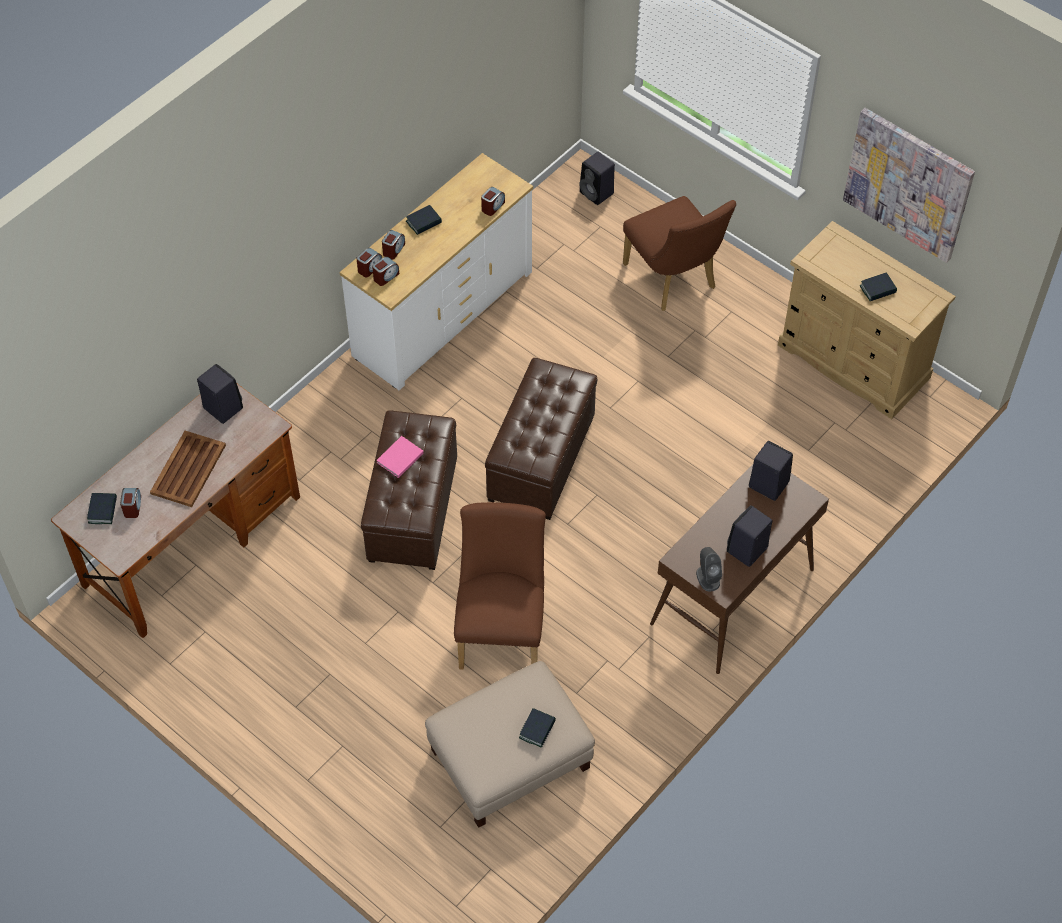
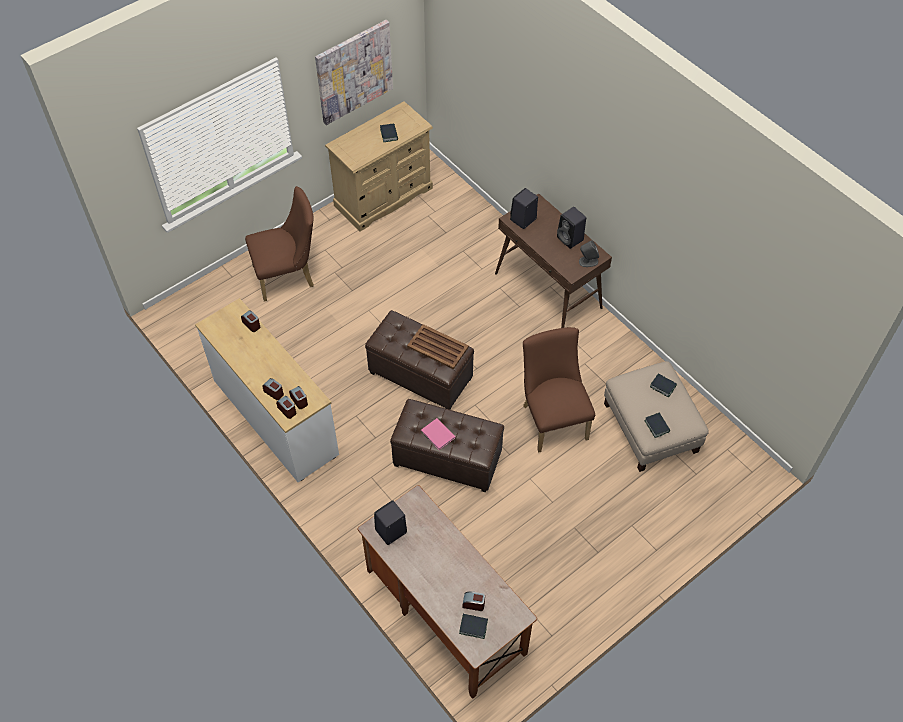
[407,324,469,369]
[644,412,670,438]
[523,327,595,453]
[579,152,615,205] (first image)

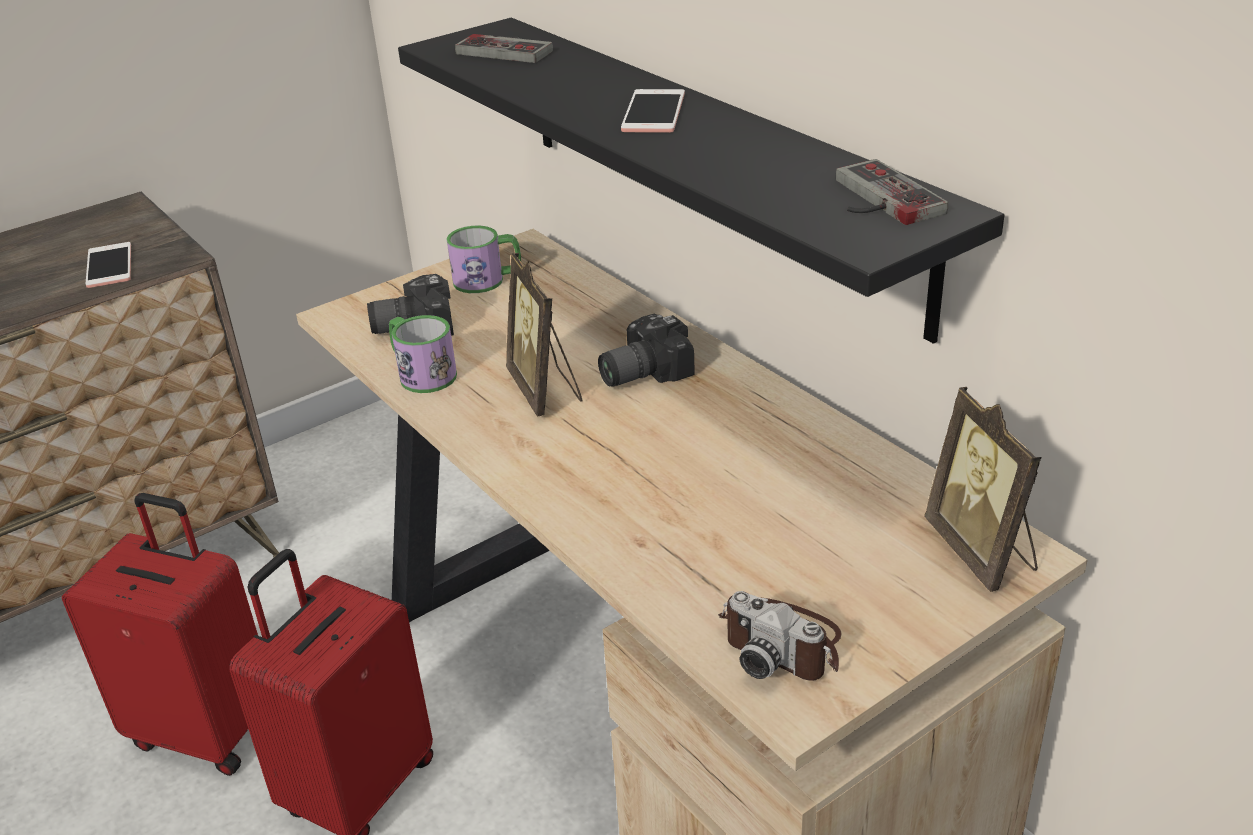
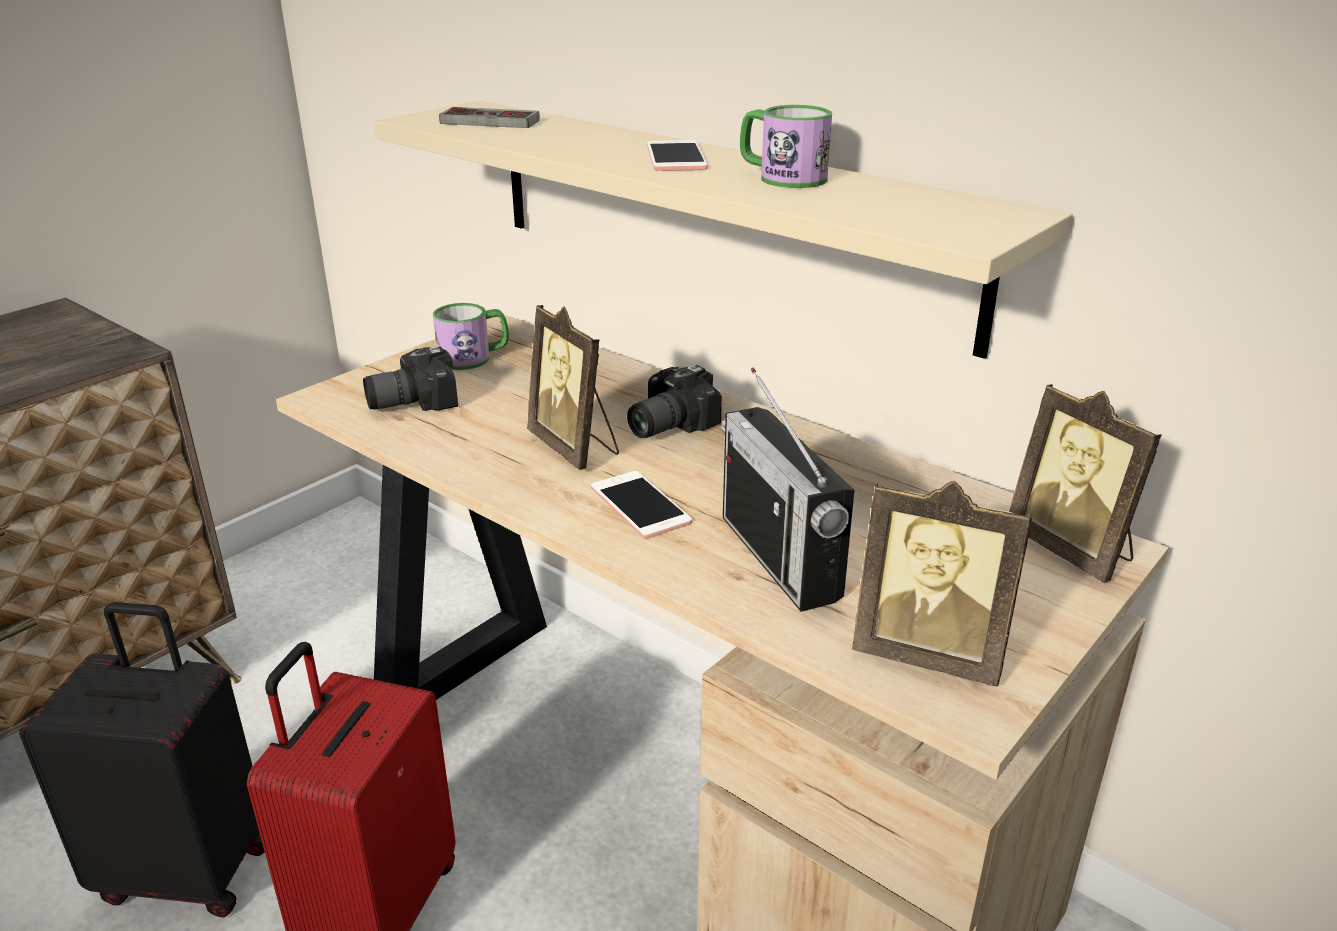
[19,602,265,917]
[591,471,692,539]
[740,105,832,188]
[374,100,1073,359]
[852,481,1033,687]
[836,159,948,225] (first image)
[721,368,854,612]

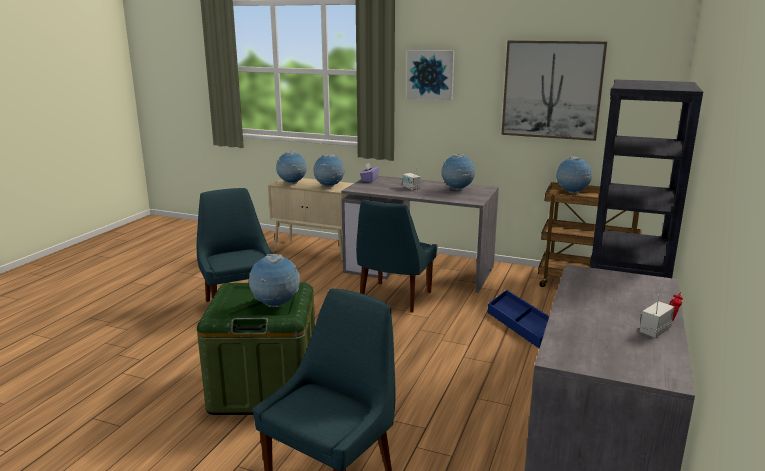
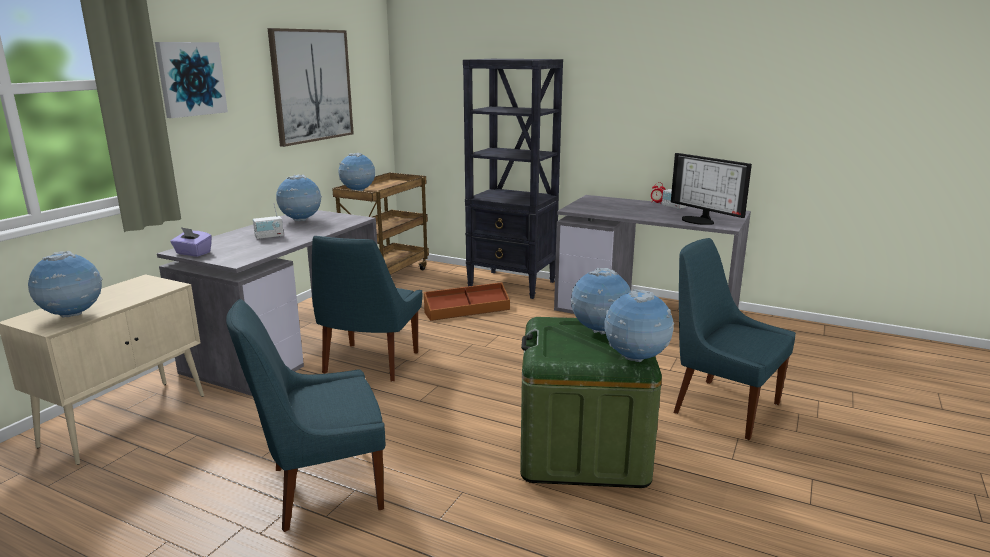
[604,289,674,362]
[312,236,422,382]
[424,282,510,321]
[671,153,752,225]

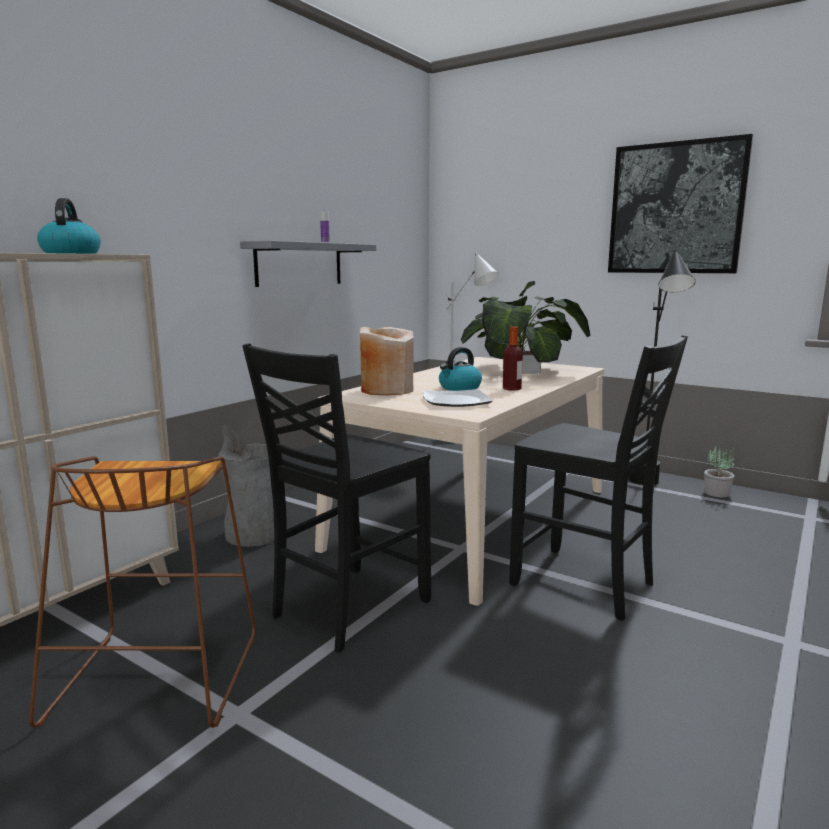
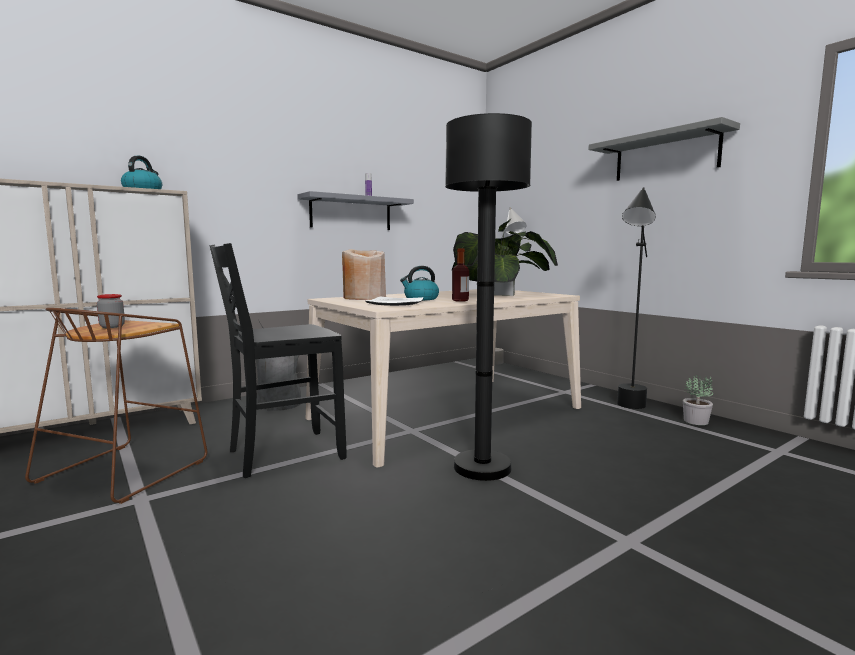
[445,113,532,481]
[588,117,740,181]
[97,294,125,328]

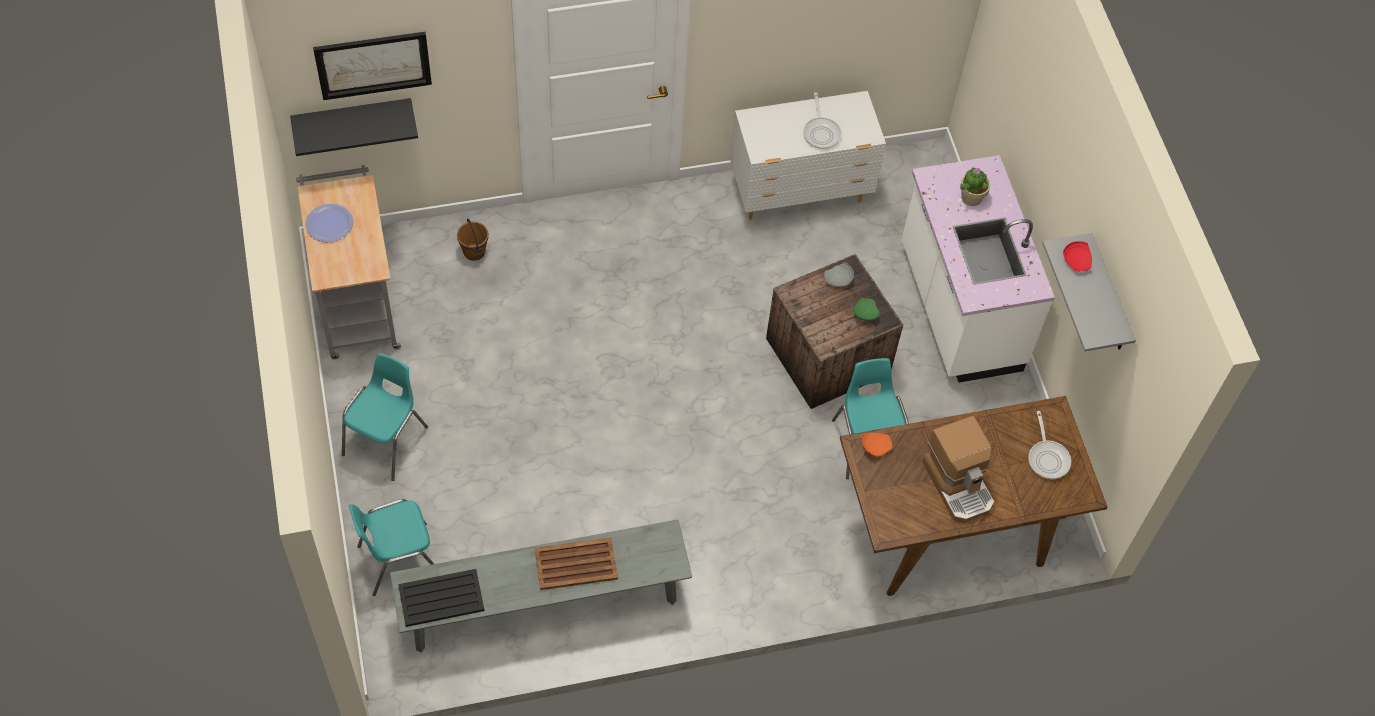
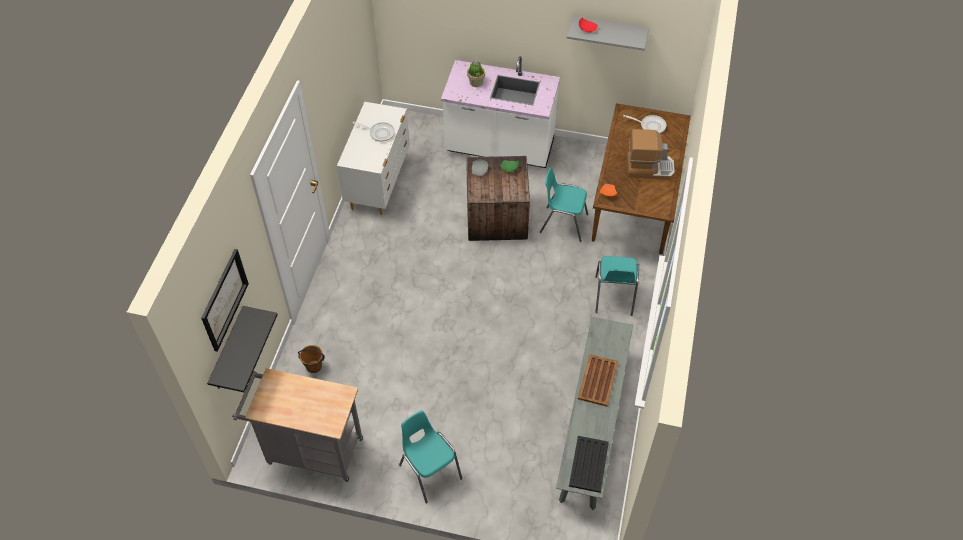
[305,203,353,242] (first image)
[595,256,639,316]

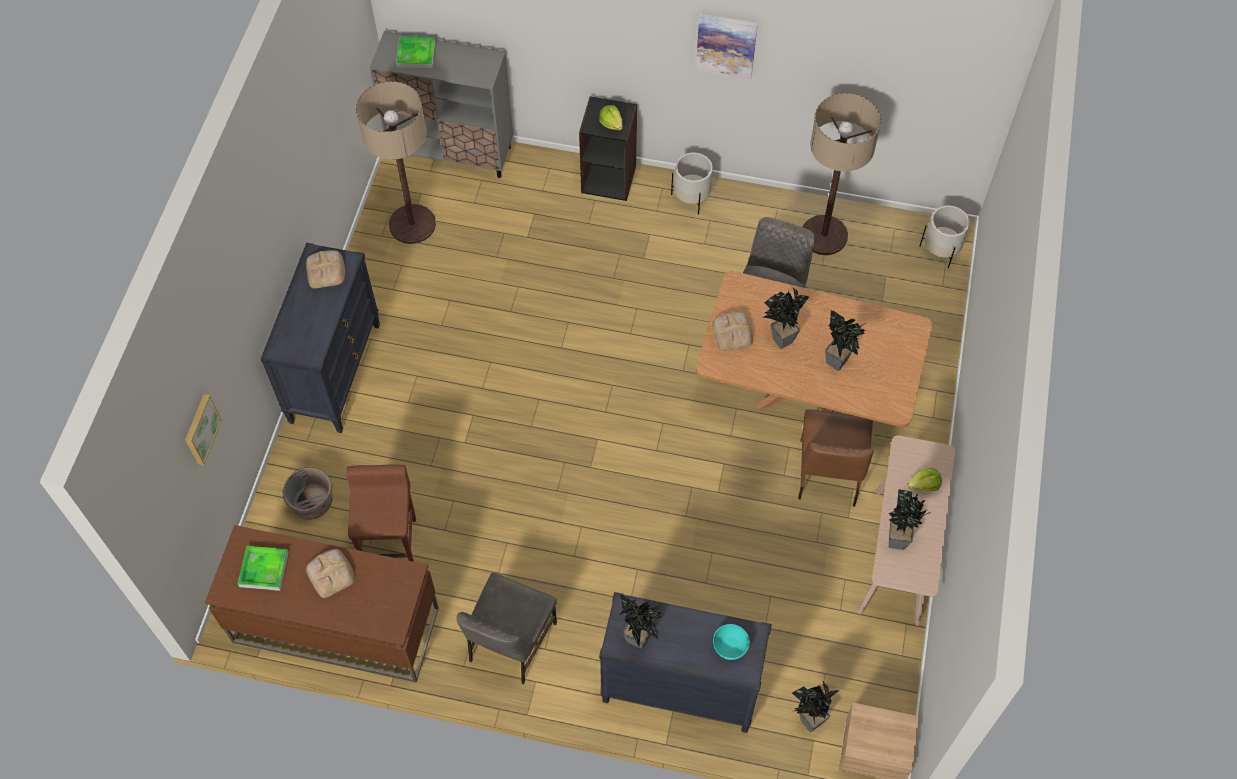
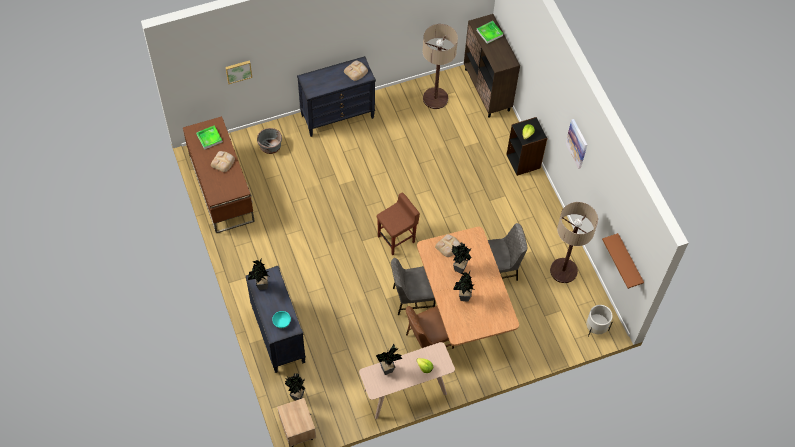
[377,192,420,256]
[464,14,520,118]
[391,258,436,315]
[671,152,713,215] (first image)
[602,233,644,289]

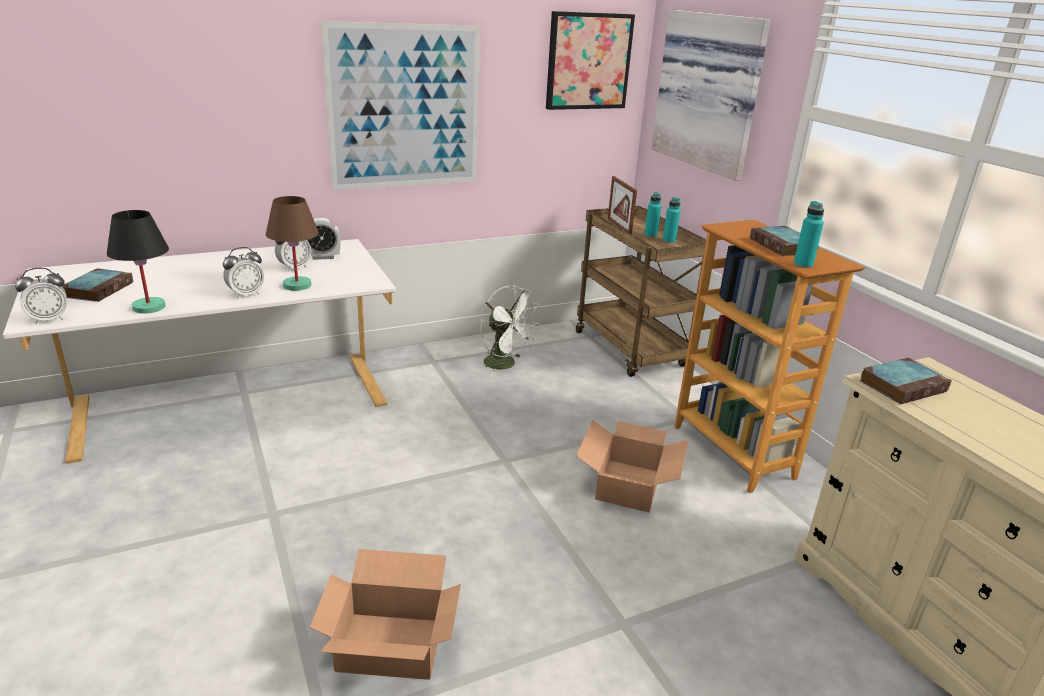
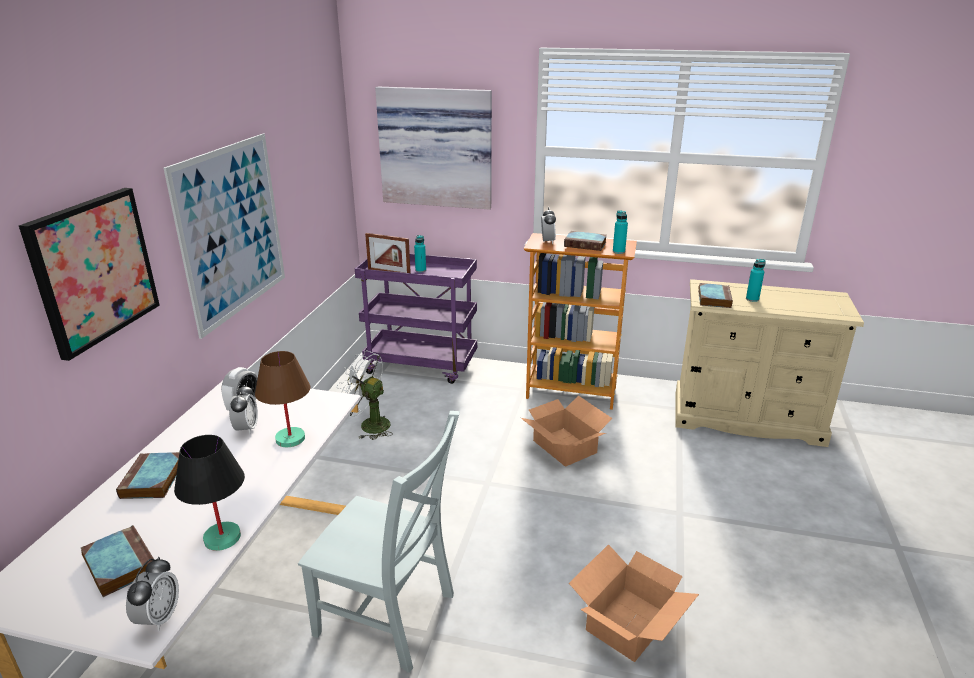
[541,207,556,244]
[337,351,393,440]
[19,188,160,361]
[355,254,477,384]
[746,259,766,302]
[116,452,179,499]
[298,411,460,673]

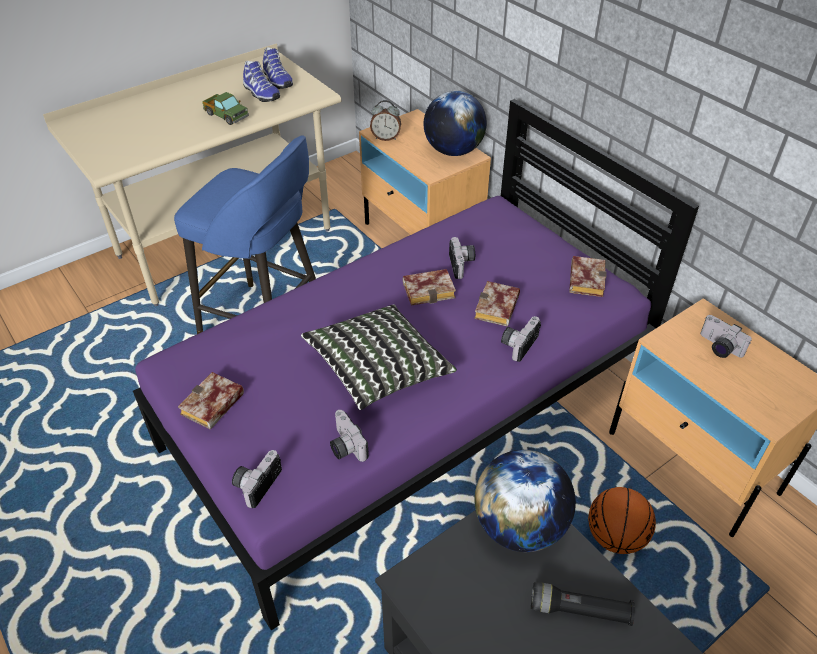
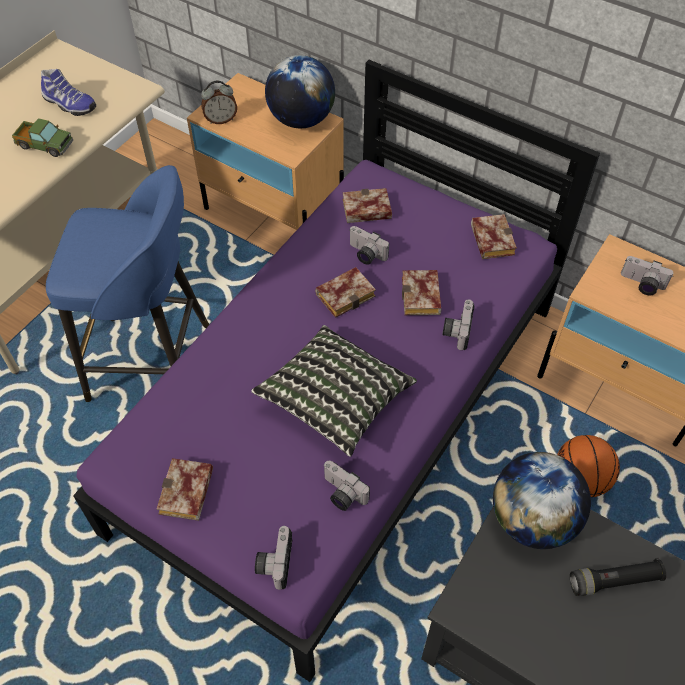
[263,47,293,89] (first image)
[349,226,389,265]
[343,188,392,223]

